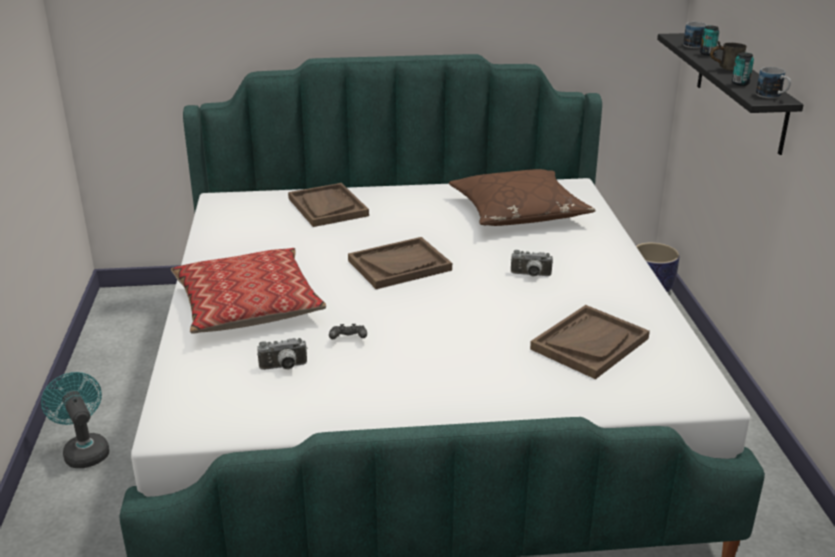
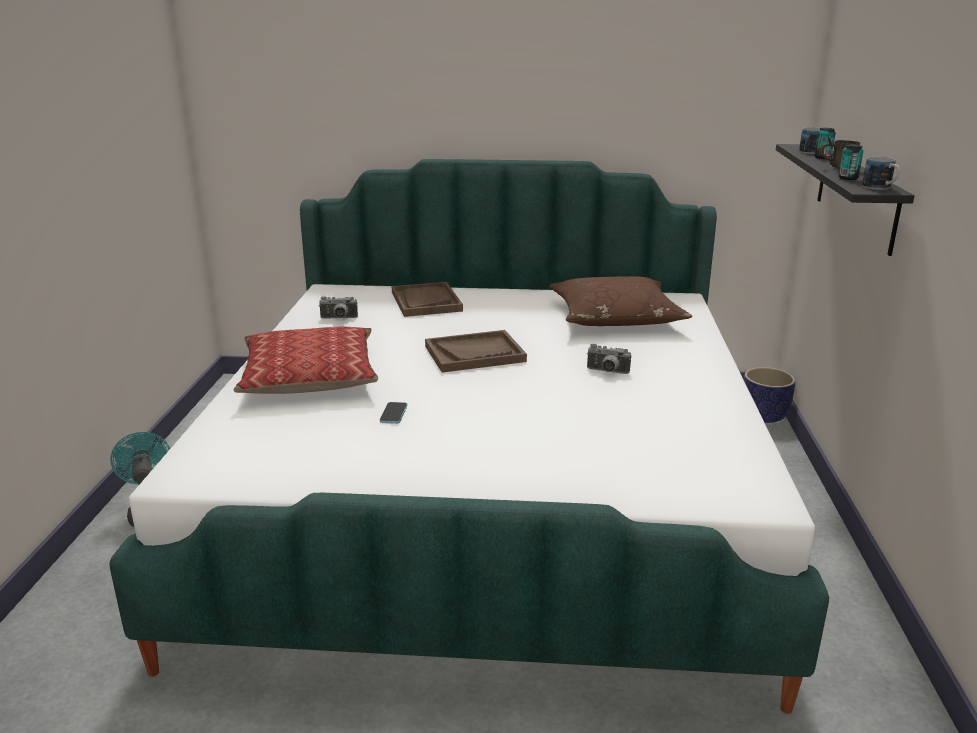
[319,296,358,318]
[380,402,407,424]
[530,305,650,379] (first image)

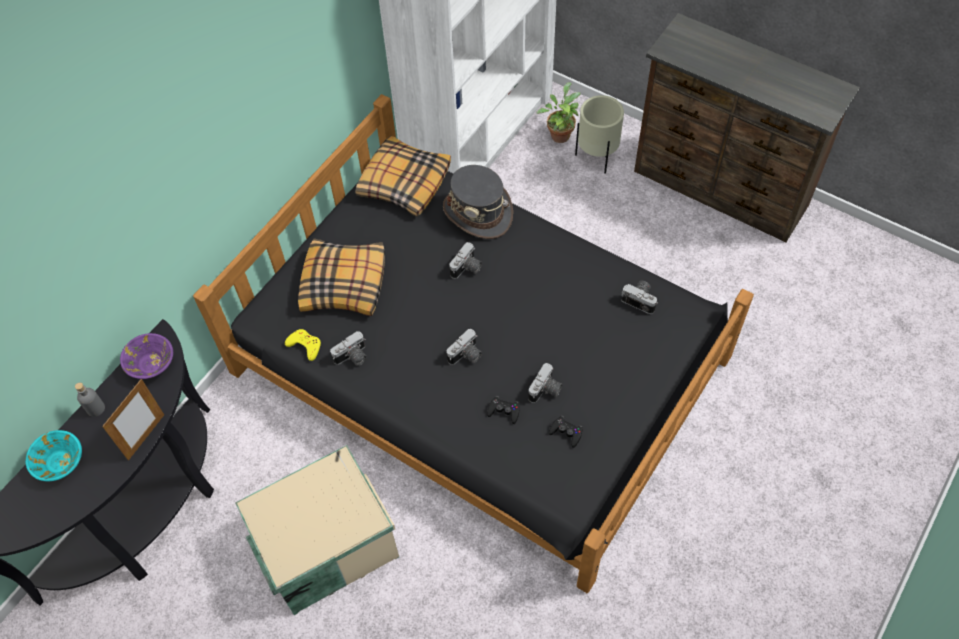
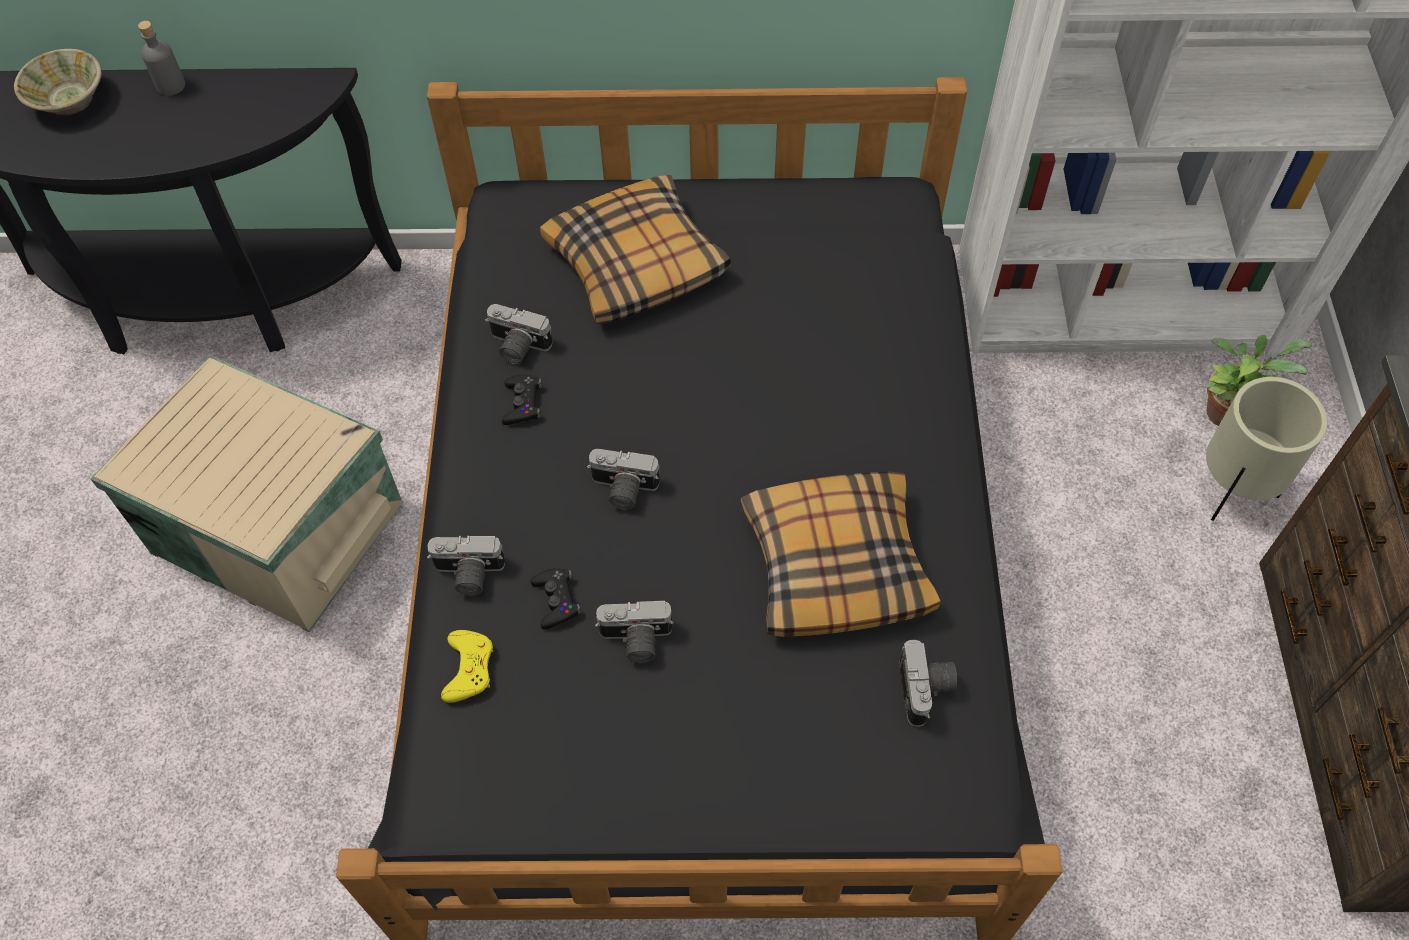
[14,49,102,115]
[102,379,164,461] (first image)
[120,333,173,379] (first image)
[441,630,493,703]
[741,471,940,637]
[443,165,513,239] (first image)
[427,536,505,595]
[502,374,542,425]

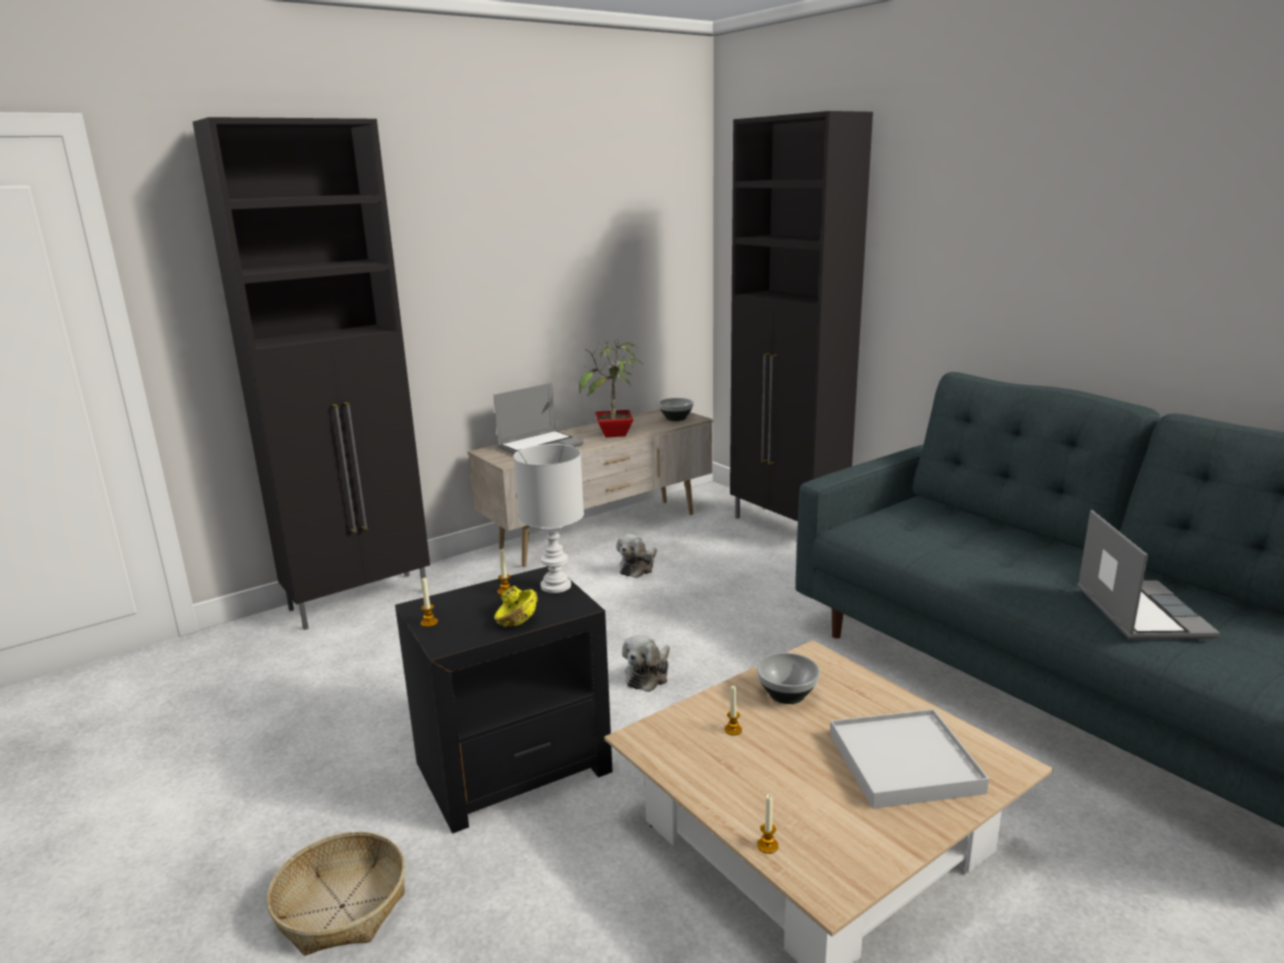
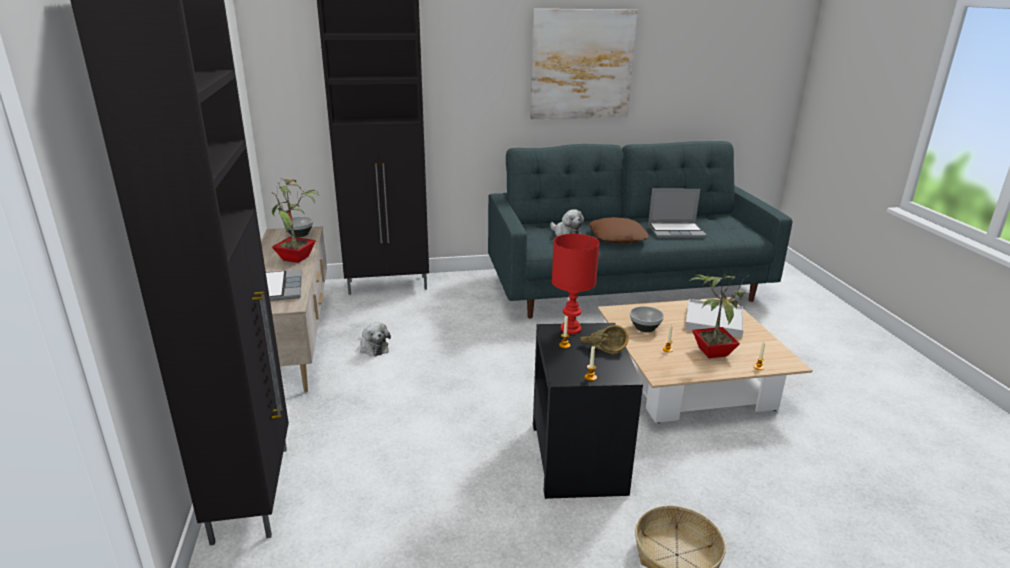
[580,325,629,354]
[552,234,599,334]
[550,210,584,236]
[648,189,707,238]
[530,9,638,119]
[589,217,649,244]
[689,272,750,358]

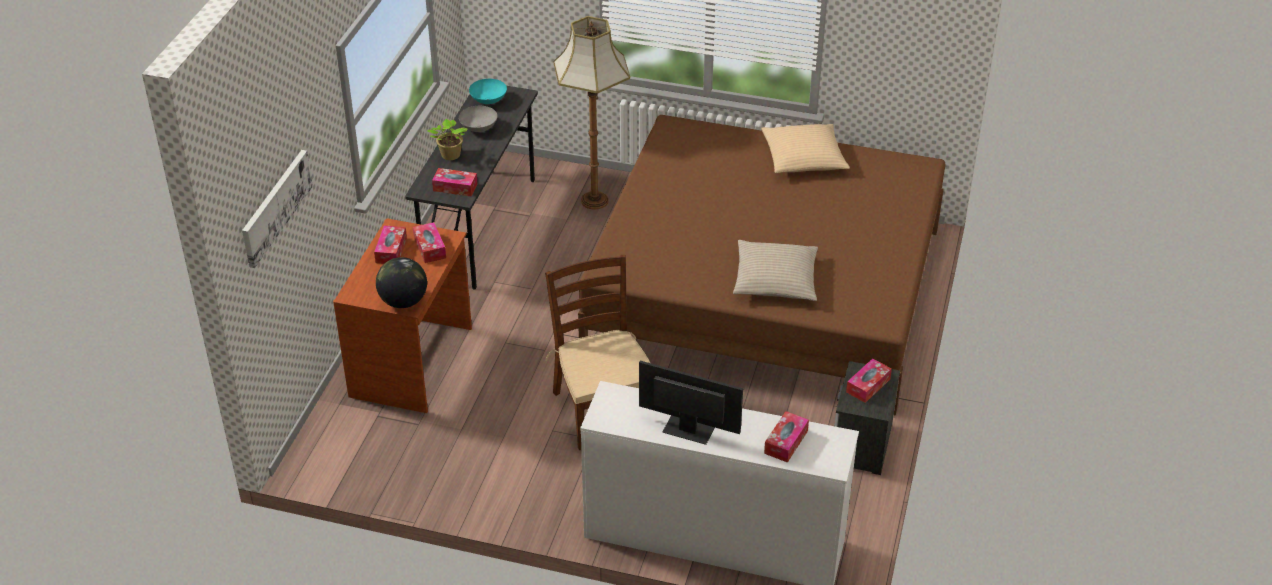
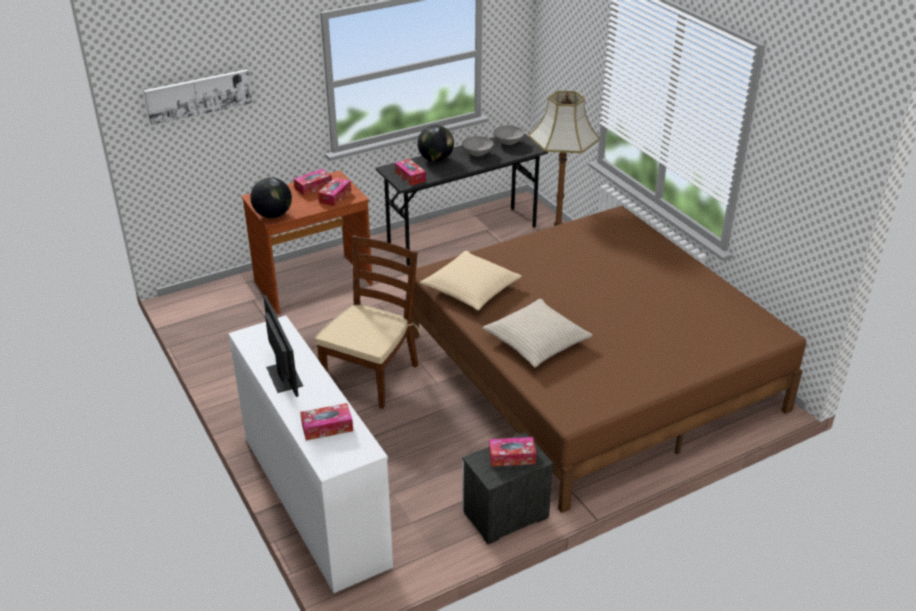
[417,125,454,162]
[493,126,524,145]
[420,251,522,310]

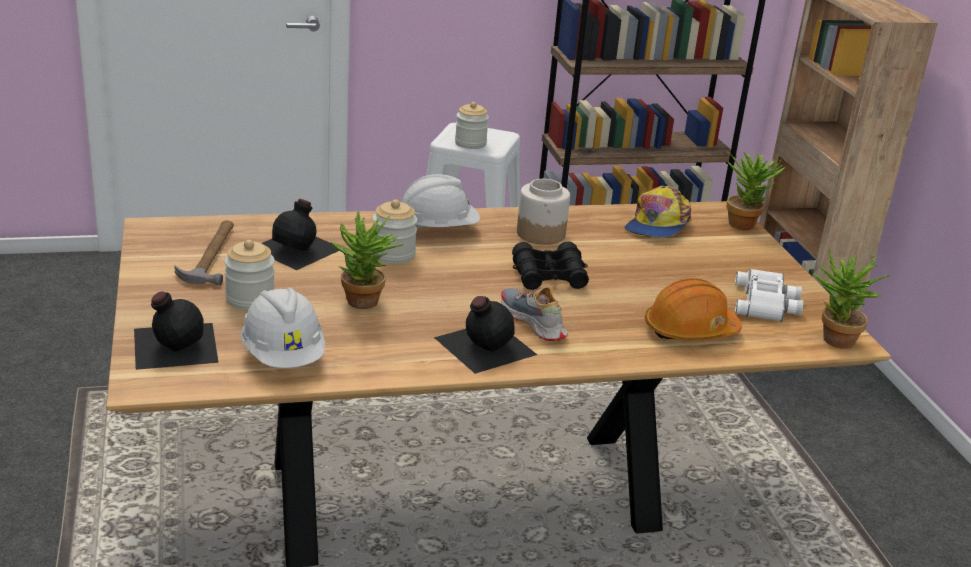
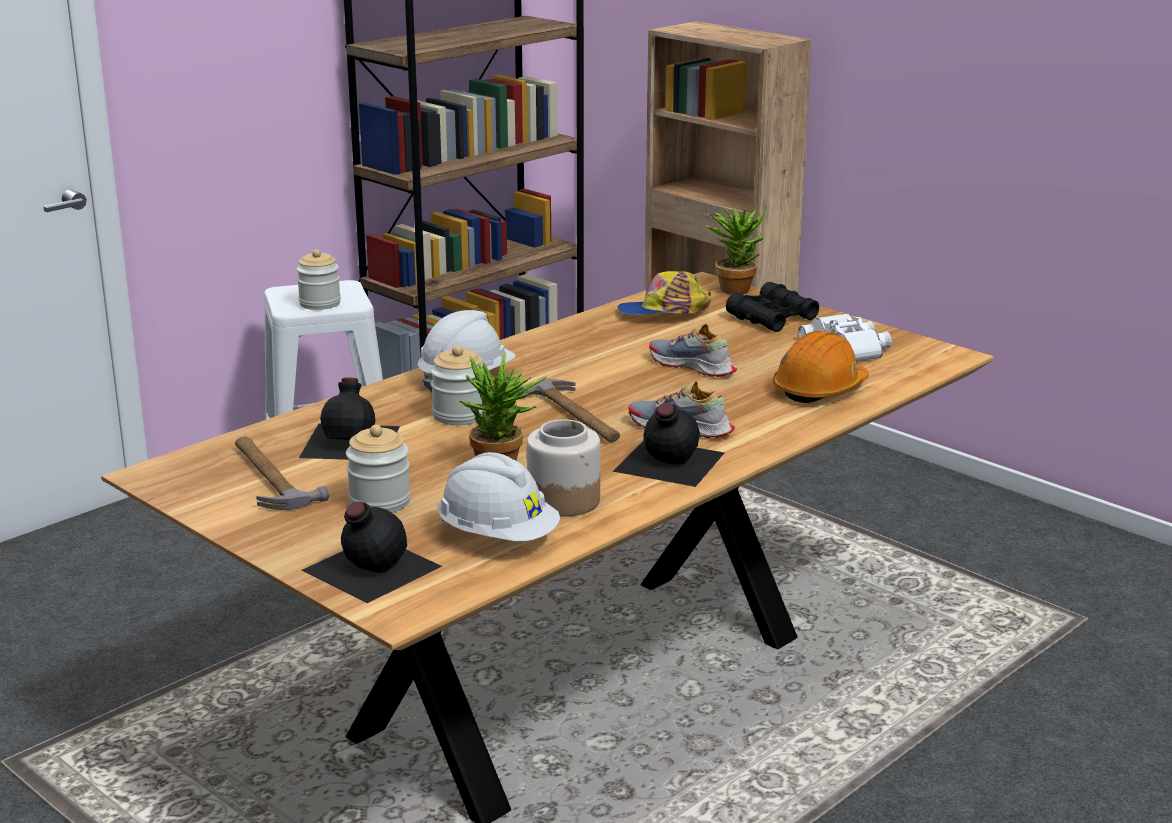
[726,282,819,332]
[527,419,600,517]
[618,271,711,315]
[813,250,892,349] (first image)
[515,379,620,442]
[649,324,737,377]

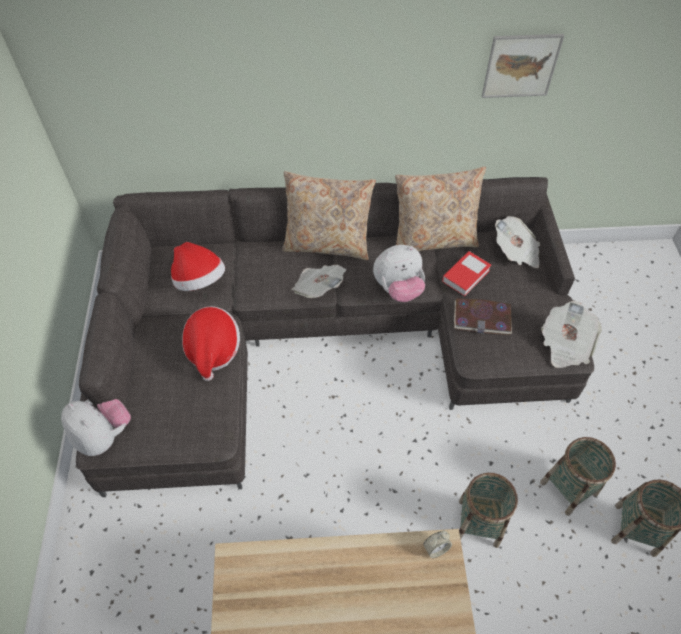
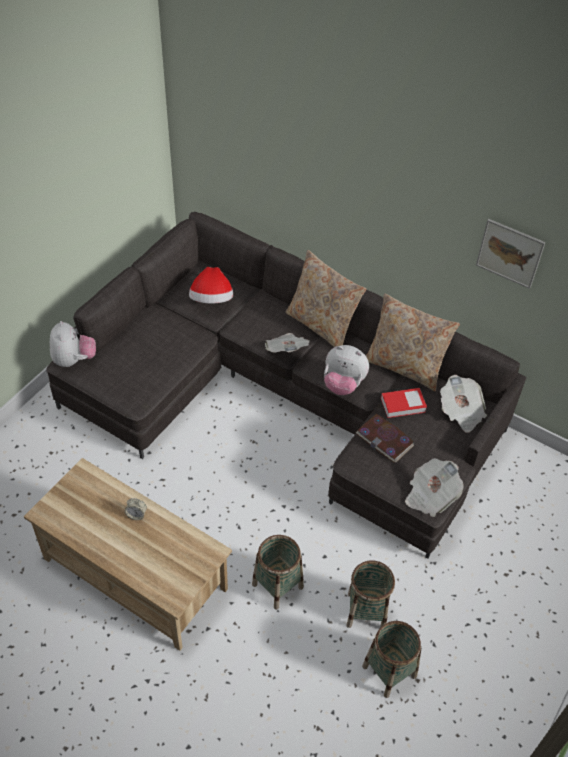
[182,306,240,381] (first image)
[125,498,147,520]

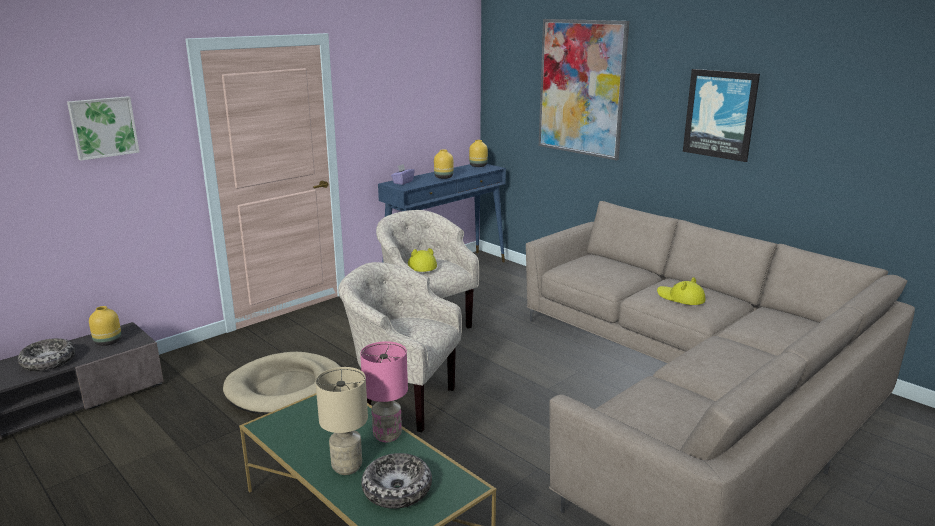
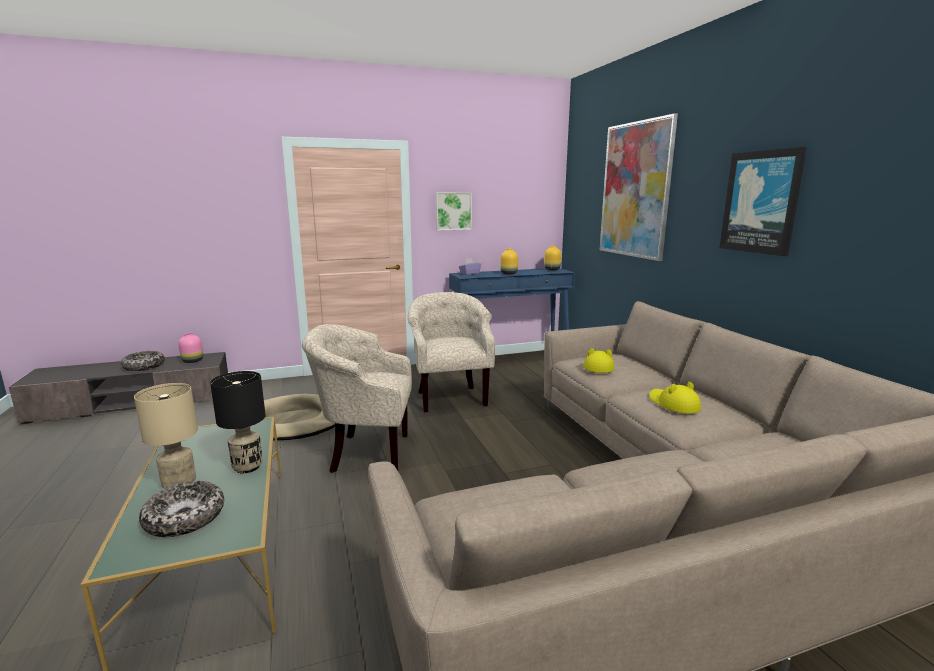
[435,192,472,231]
[179,333,203,363]
[302,324,412,473]
[210,371,266,473]
[583,348,614,373]

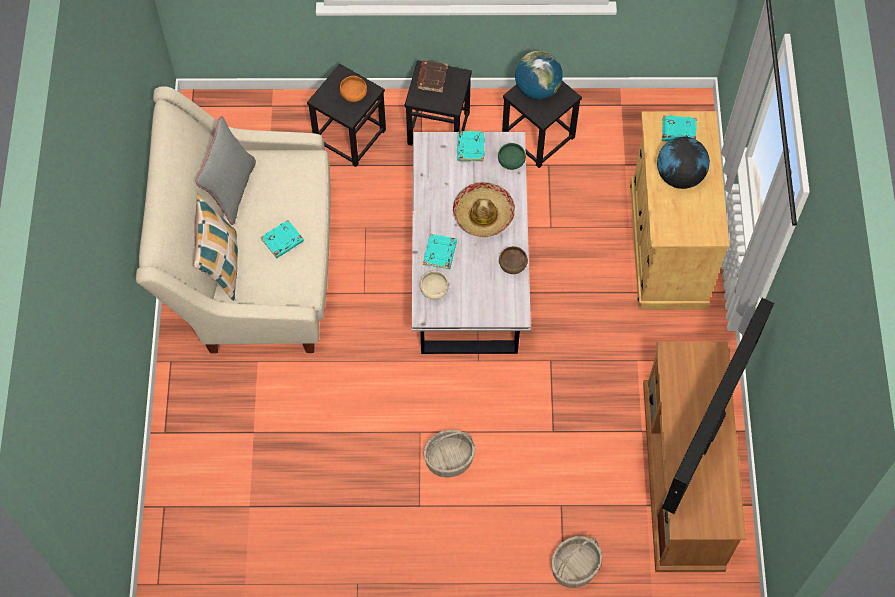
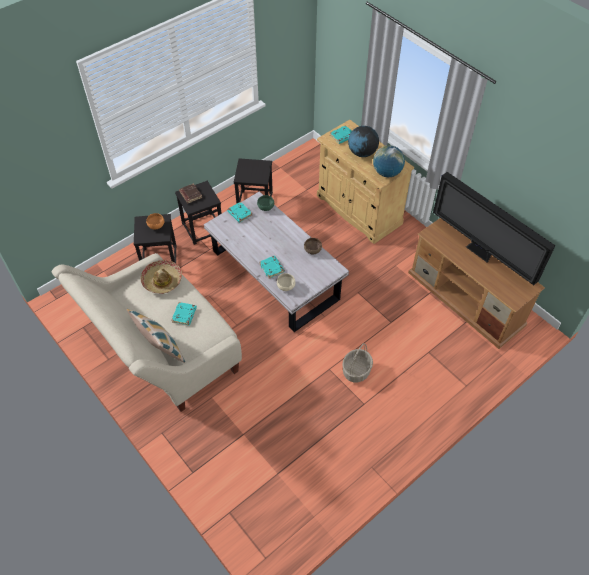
[196,116,256,225] (first image)
[140,260,182,294]
[373,145,405,177]
[551,536,602,588] (first image)
[433,172,556,285]

